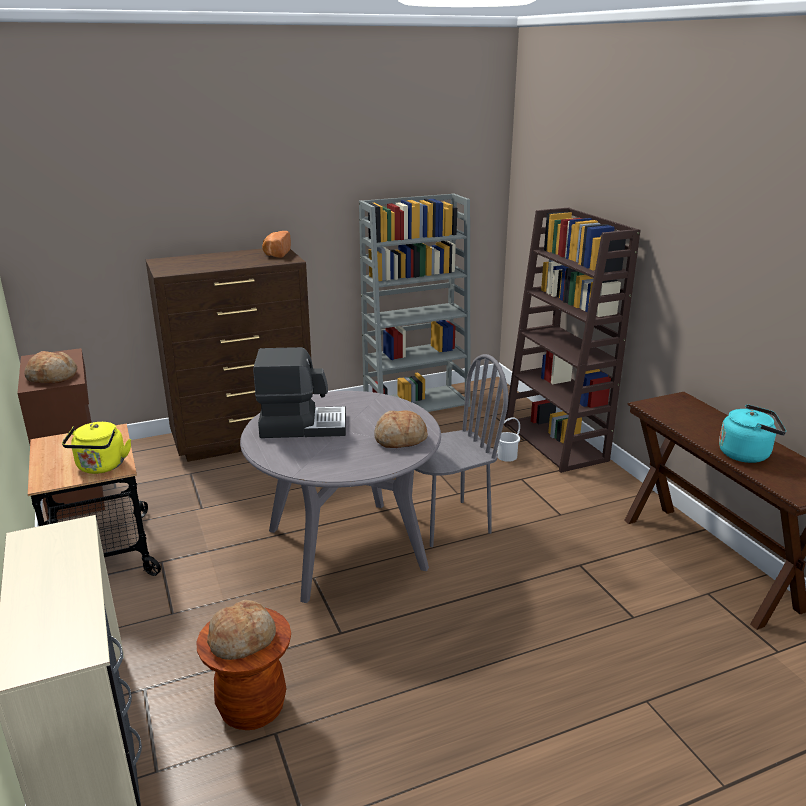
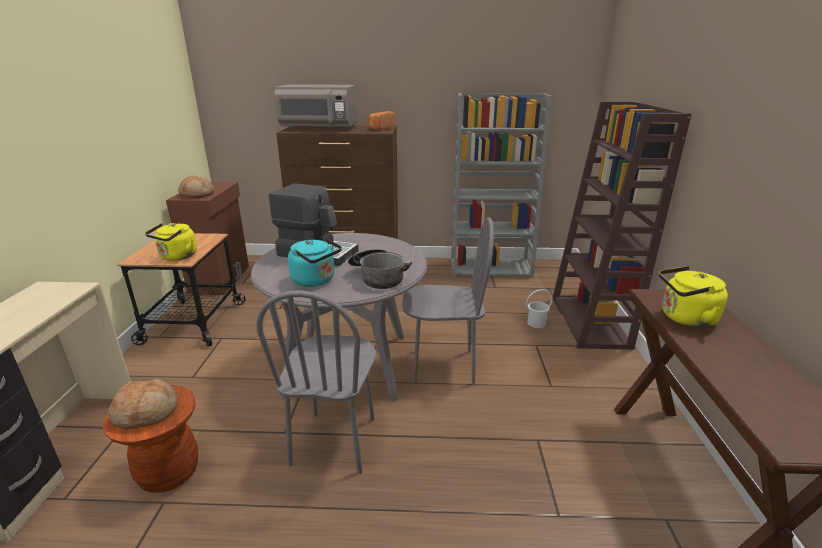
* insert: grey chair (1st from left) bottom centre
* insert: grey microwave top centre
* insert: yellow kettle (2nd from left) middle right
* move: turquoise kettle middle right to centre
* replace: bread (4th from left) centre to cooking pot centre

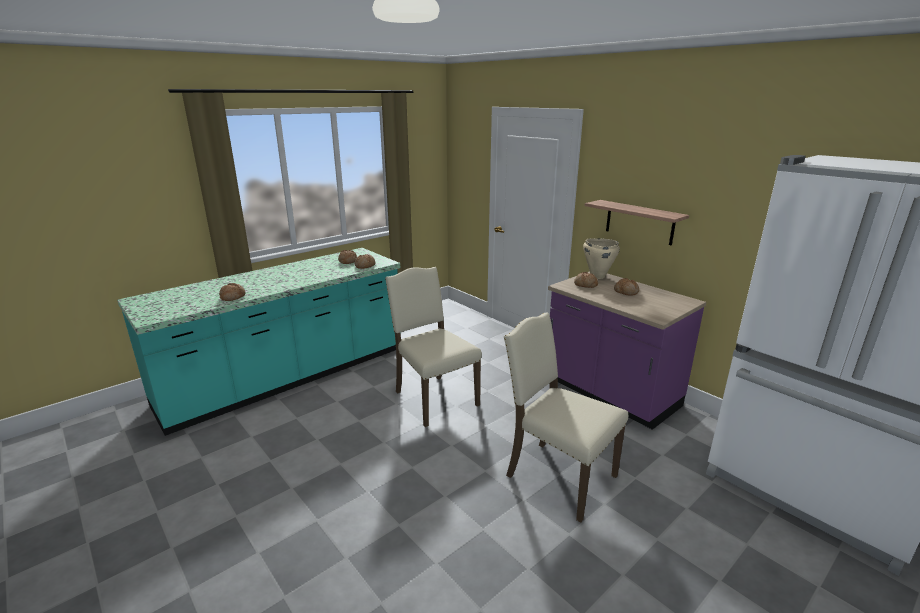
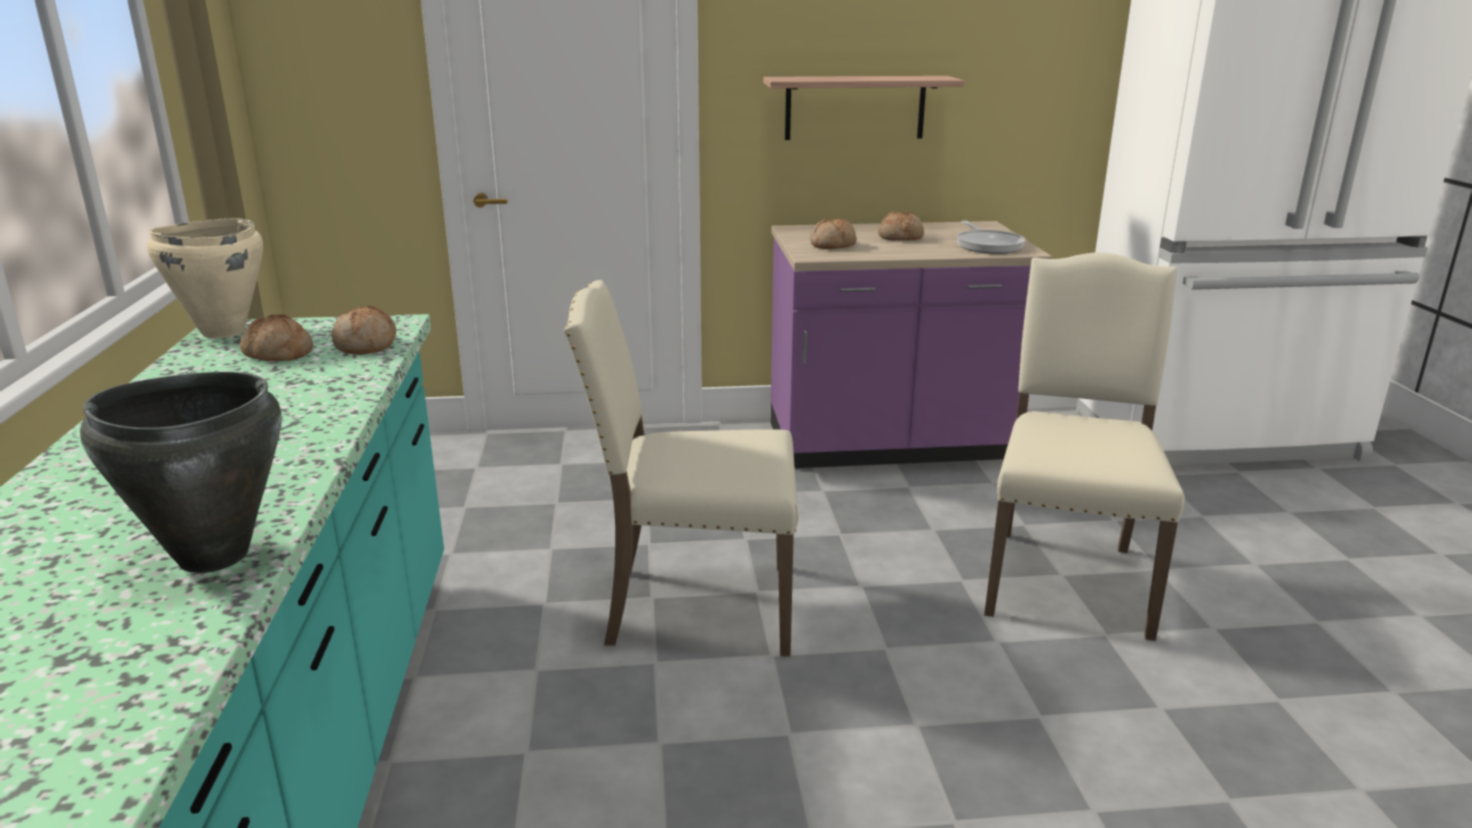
* insert: frying pan top right
* move: beige cooking pot centre to middle left
* replace: bread (1st from left) middle left to black cooking pot middle left
* rotate: beige chair (2nd from left) bottom centre = middle right 120 degrees clockwise

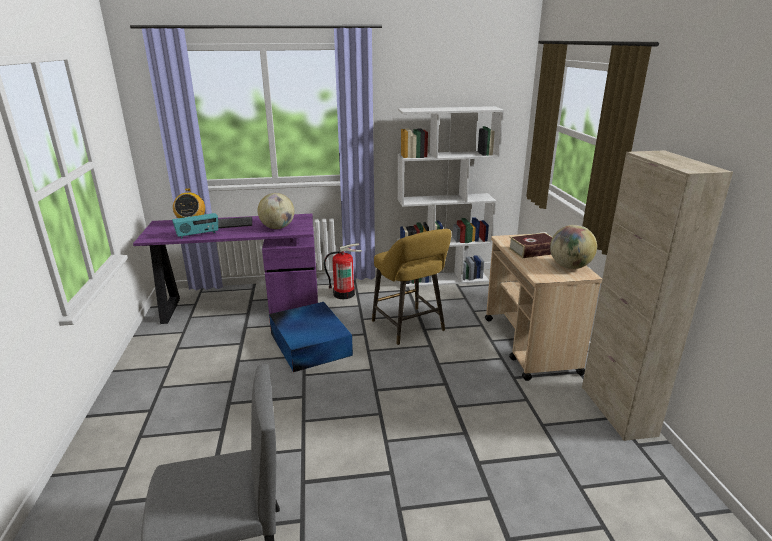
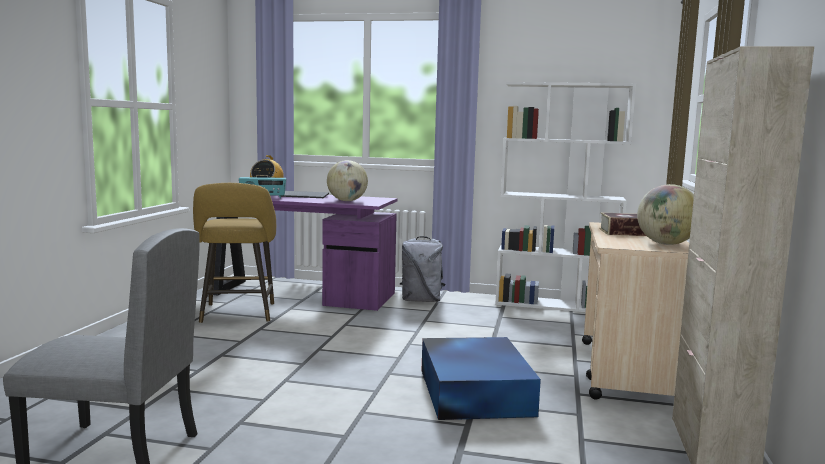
* move: blue storage box centre to bottom centre
* move: yellow stool centre to middle left
* replace: fire extinguisher centre to grey backpack centre

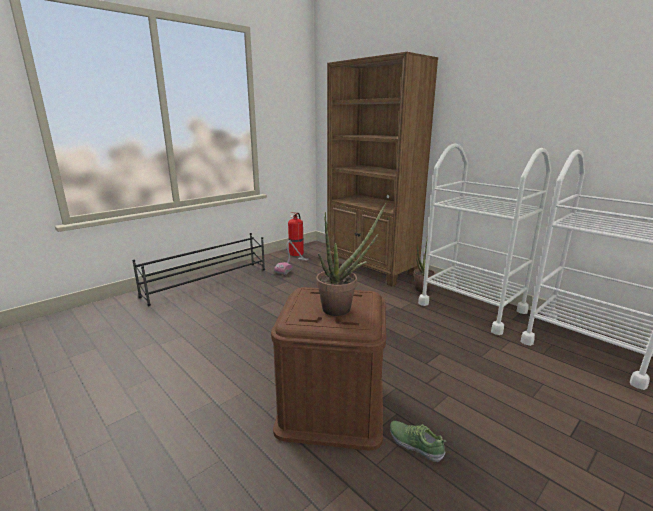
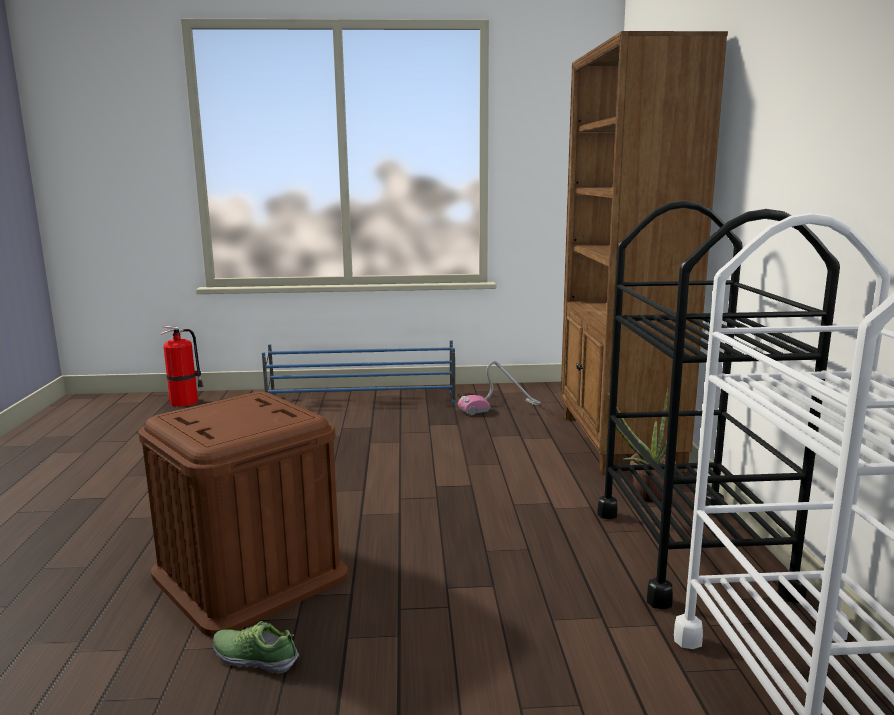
* delete: potted plant (1st from left) centre
* move: fire extinguisher centre to middle left
* recolor: black shoe rack middle left to blue shoe rack centre
* recolor: white cart (1st from left) middle right to black cart middle right
* rotate: shoe bottom centre = bottom left 60 degrees counterclockwise

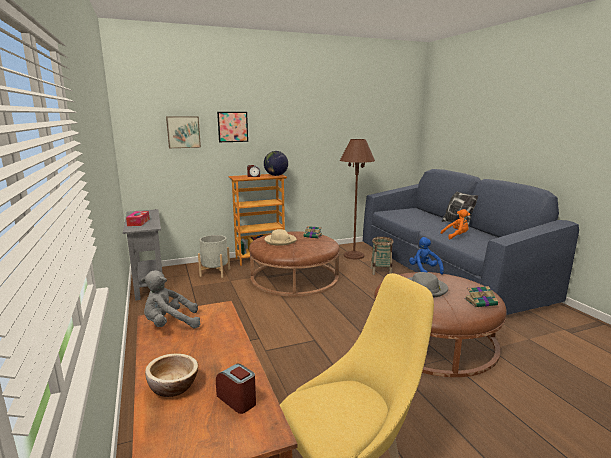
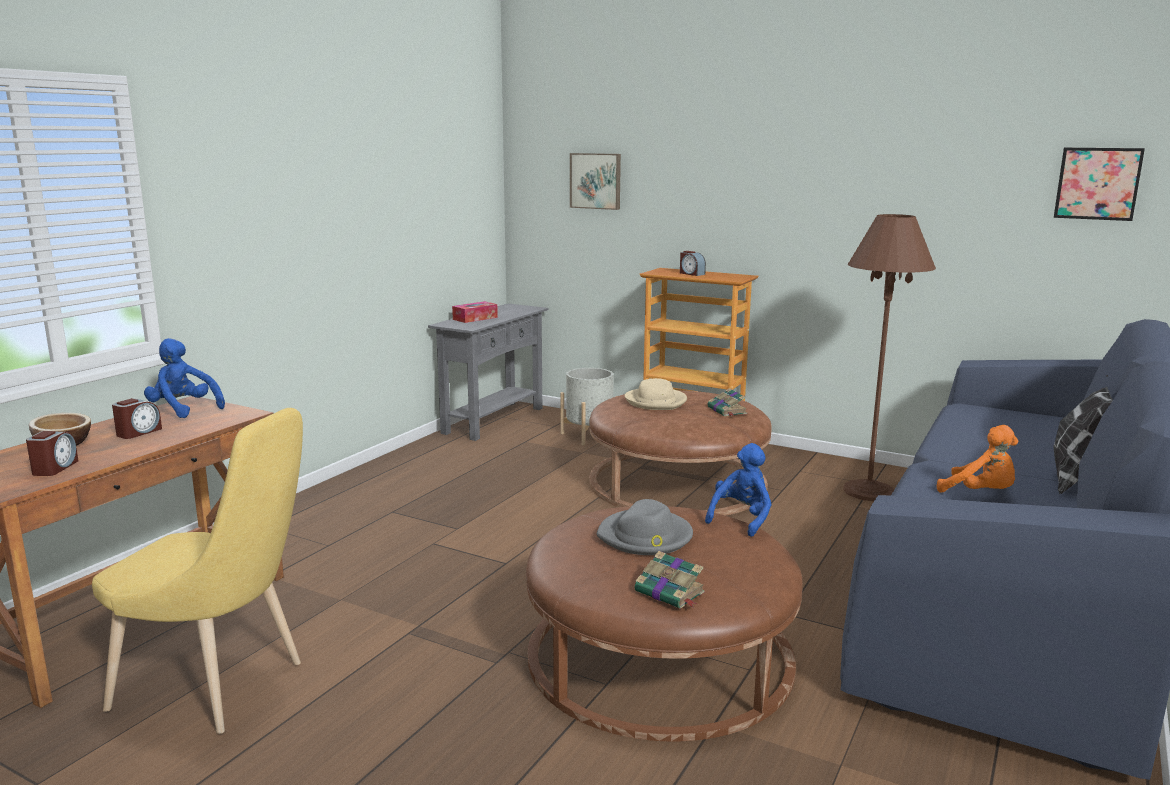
* delete: globe centre
* delete: basket centre
* insert: alarm clock (2nd from left) middle left
* move: picture (2nd from left) top centre to top right
* recolor: grey plush toy middle left to blue plush toy (1st from left) middle left

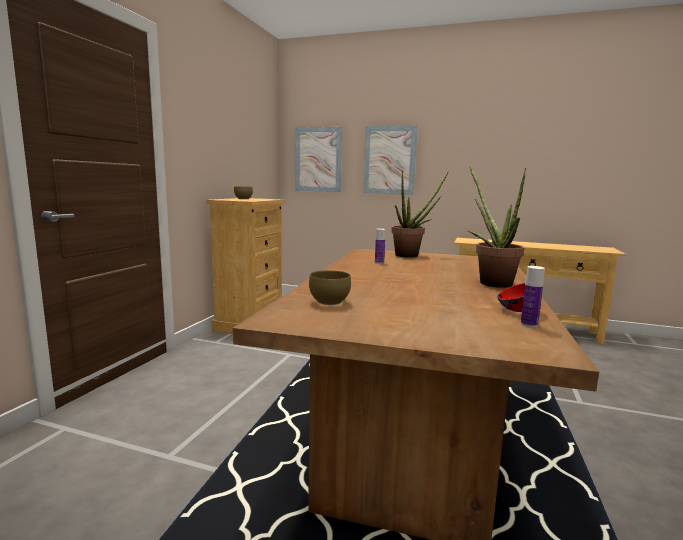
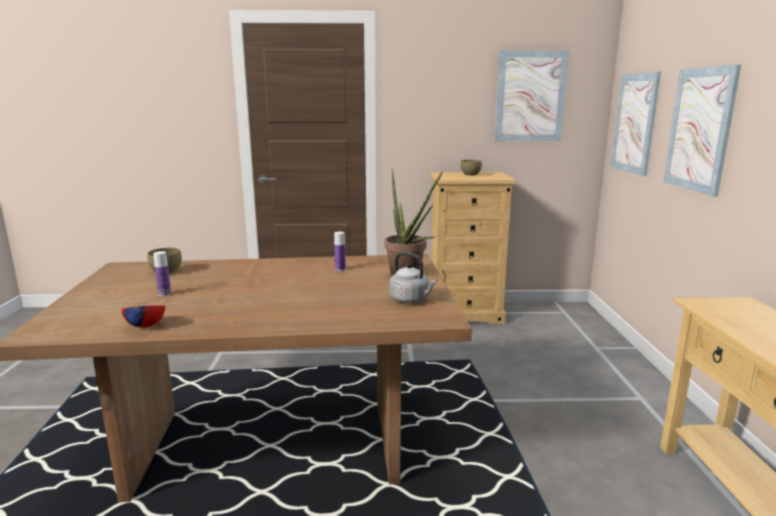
* delete: potted plant (2nd from left) middle right
* insert: grey kettle centre
* insert: picture (1st from left) top right
* move: bottle (2nd from left in the first image) middle right to bottle (1st from left) middle left

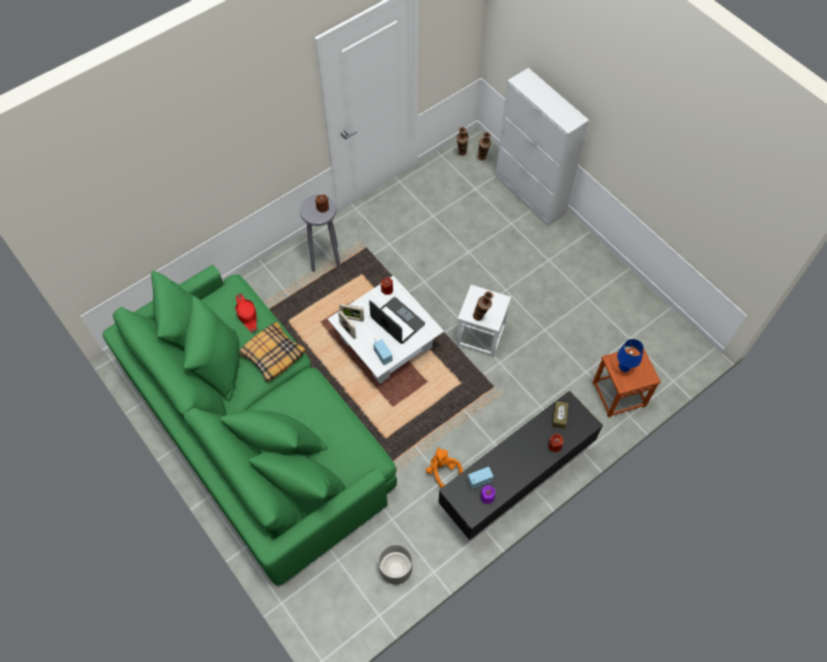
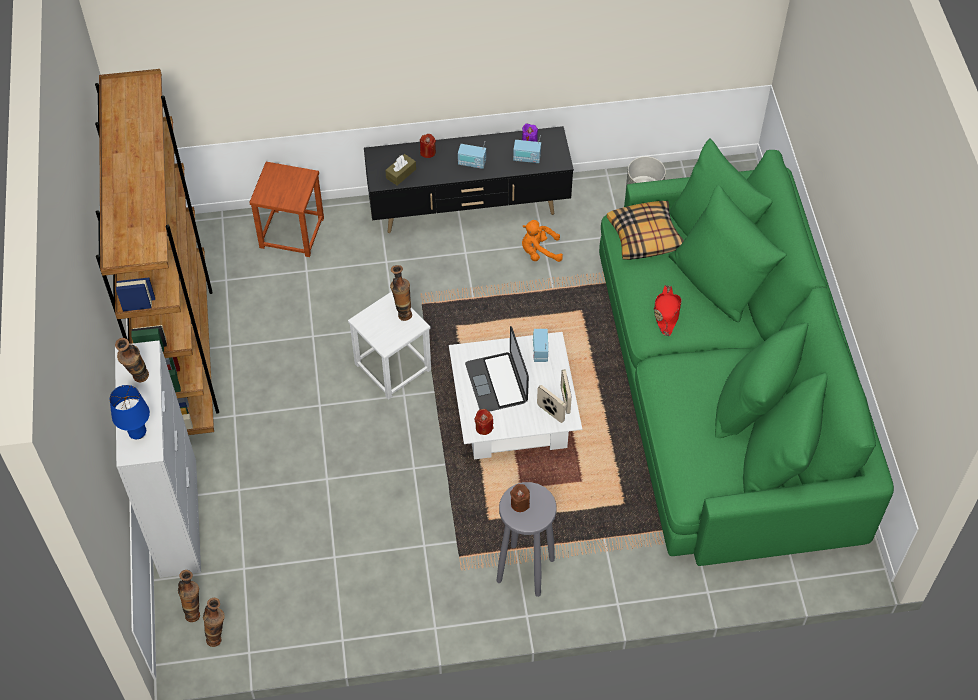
* insert: brown bookcase middle left
* insert: vase (1st from left) middle left
* insert: radio (1st from left) top centre
* move: red hat middle left to middle right
* move: pillow middle left to top centre
* move: blue table lamp middle right to middle left
* rotate: orange plush toy bottom centre = centre 90 degrees clockwise

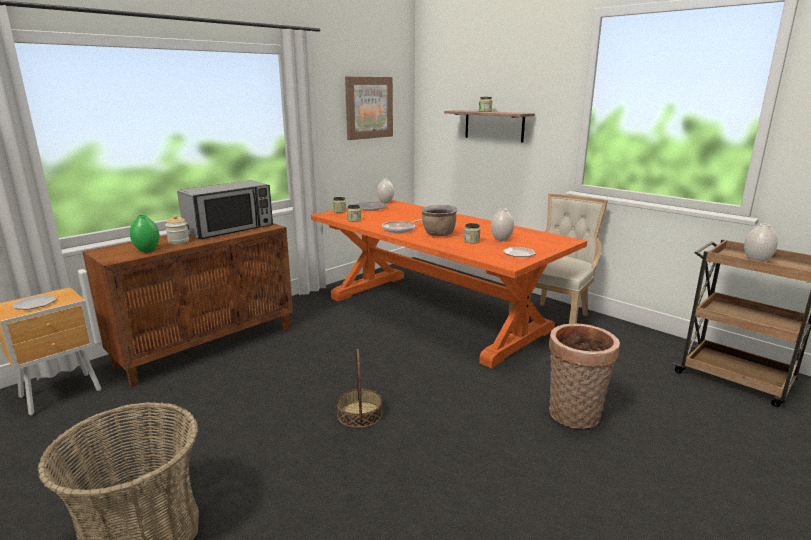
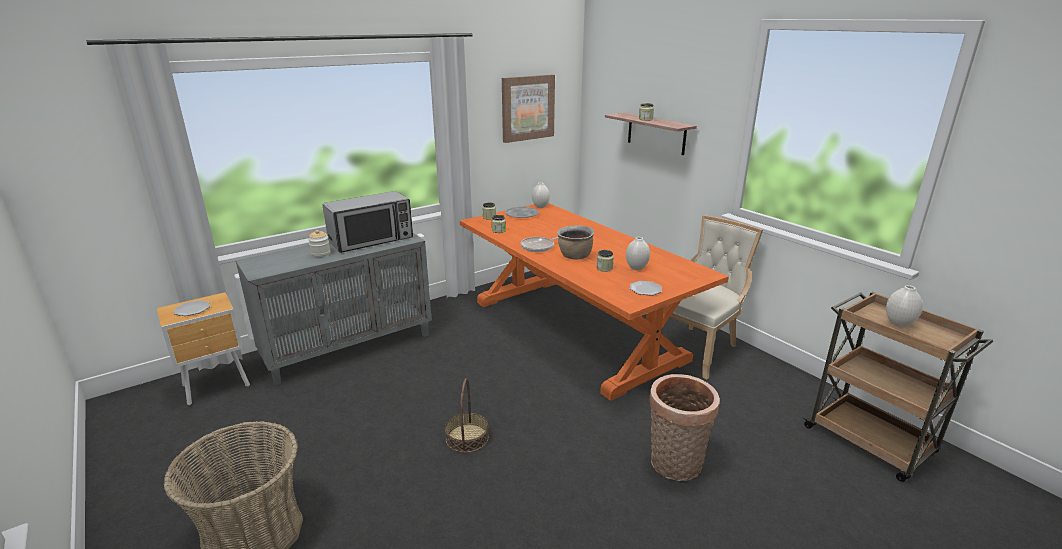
* delete: green vase middle left
* recolor: brown cabinet middle left to grey cabinet middle left

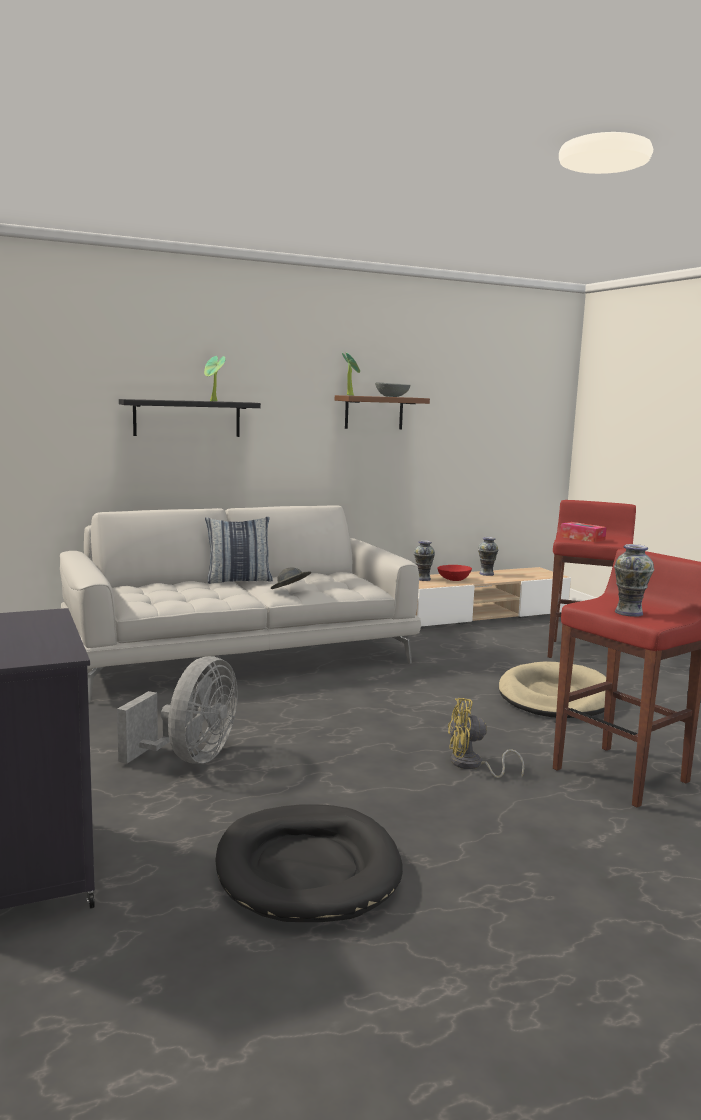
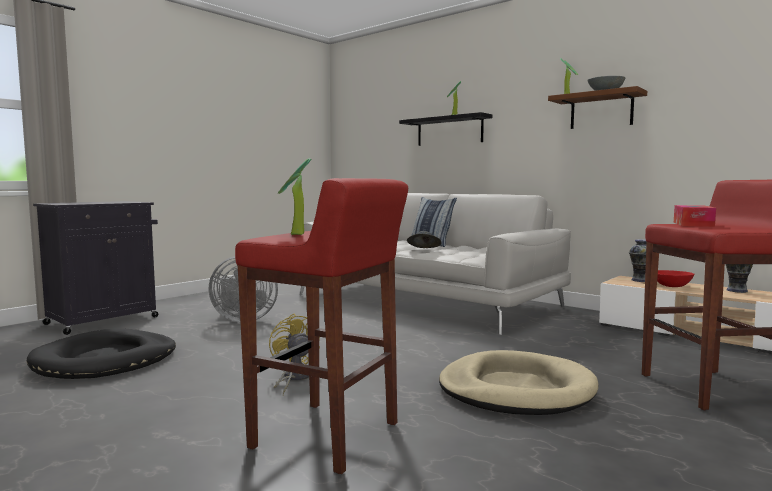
* replace: vase (3rd from left) middle right to potted plant (1st from left) centre

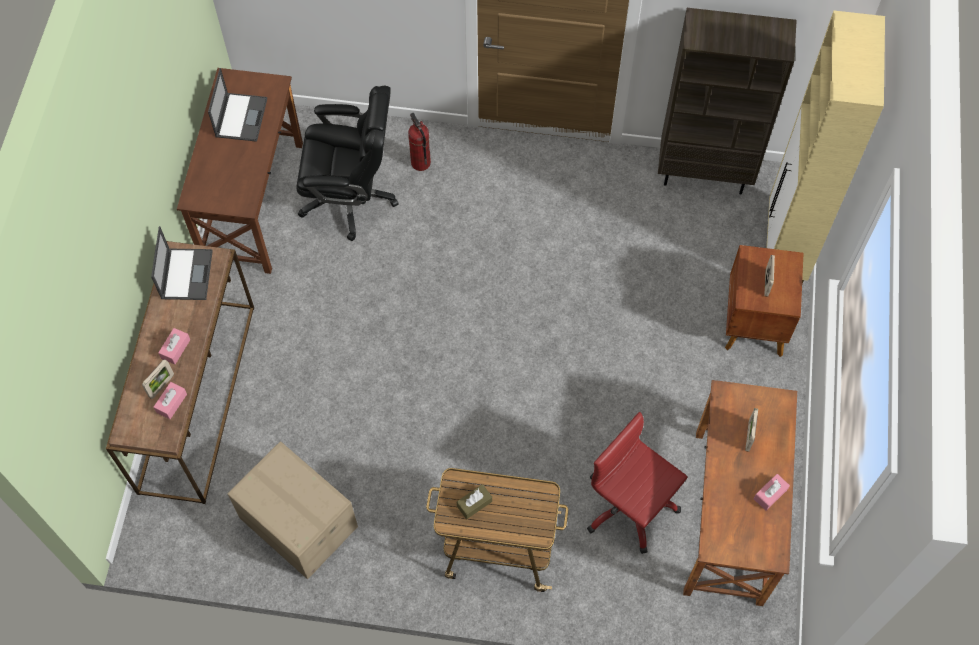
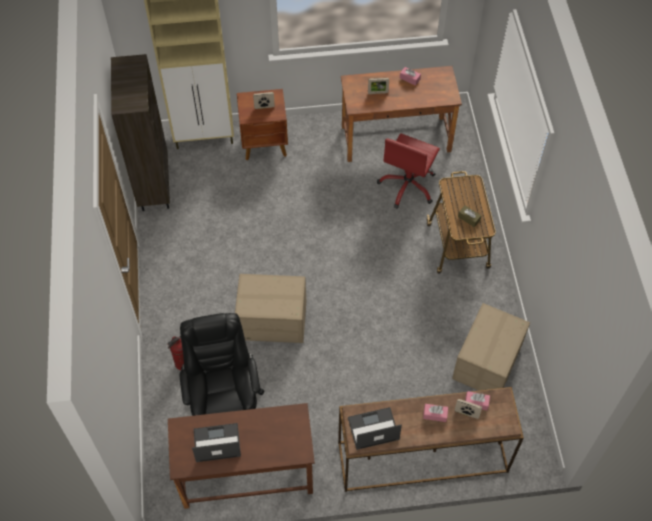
* insert: cardboard box (1st from left) centre

